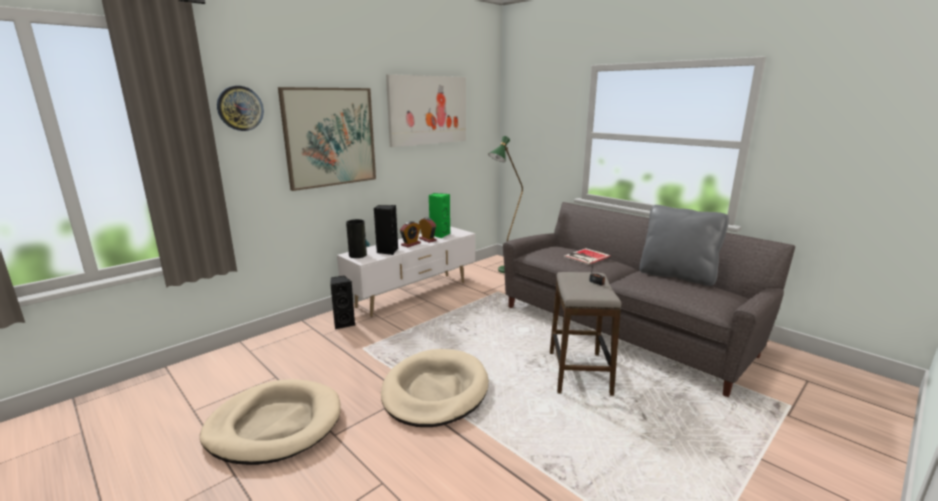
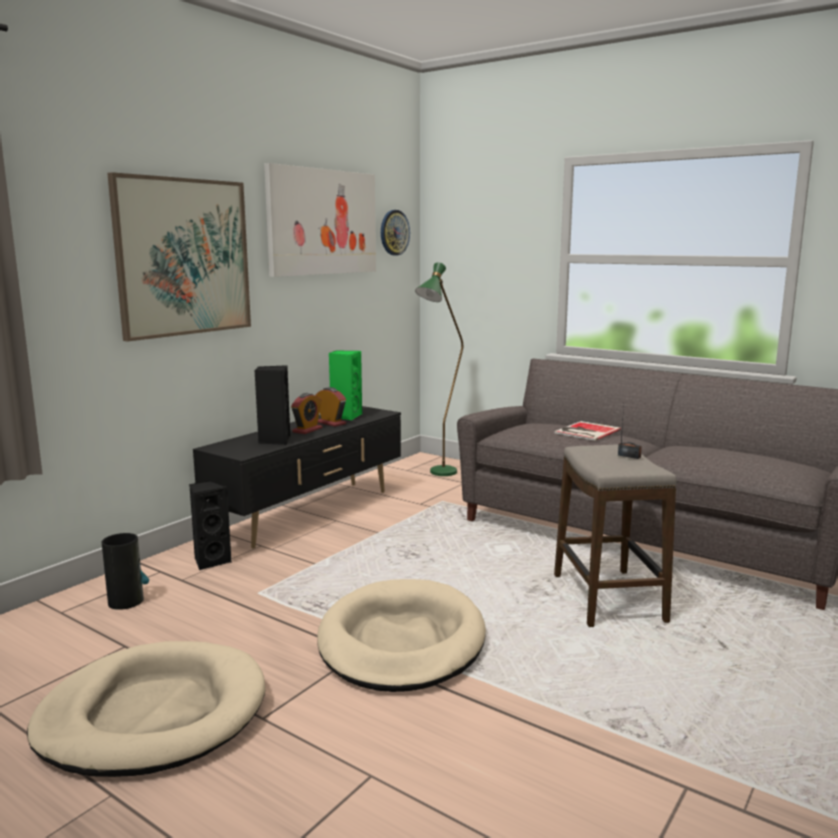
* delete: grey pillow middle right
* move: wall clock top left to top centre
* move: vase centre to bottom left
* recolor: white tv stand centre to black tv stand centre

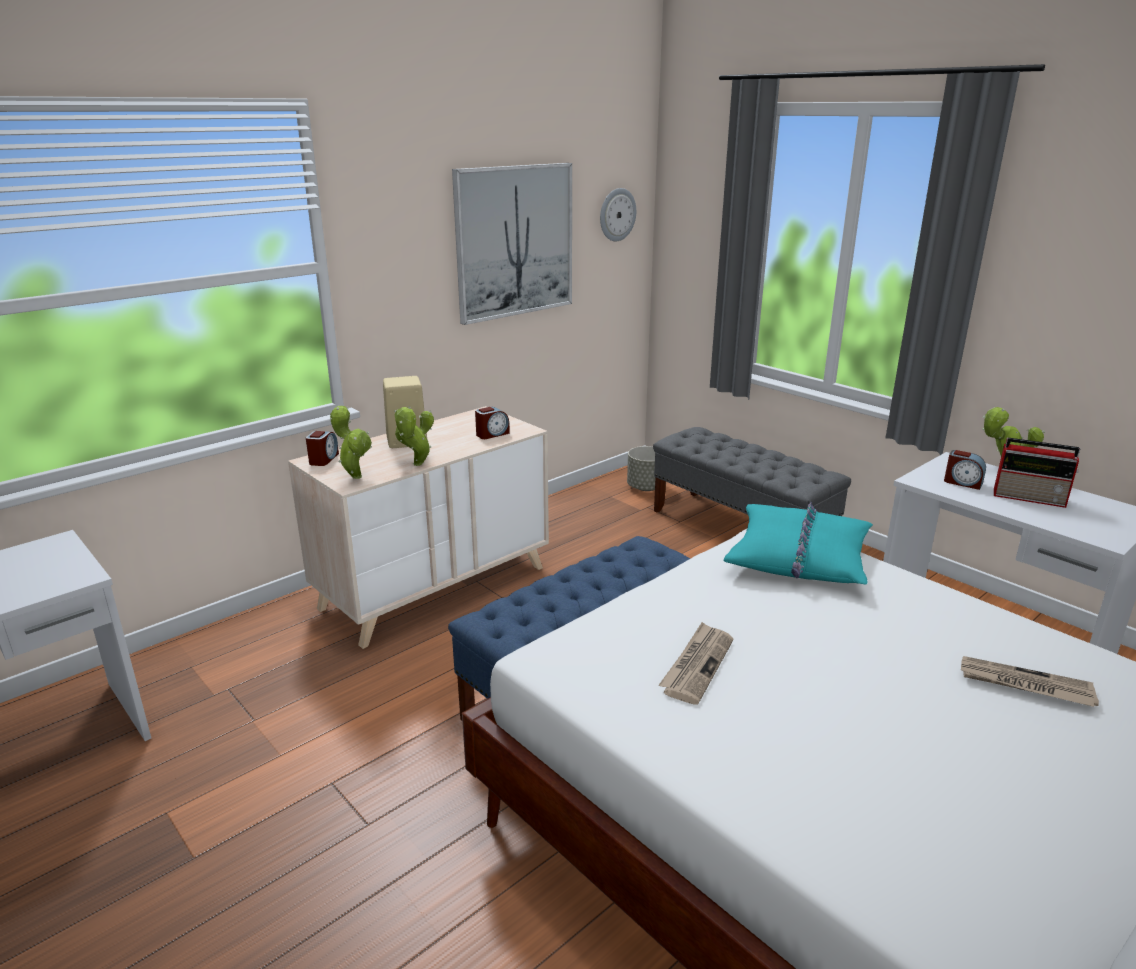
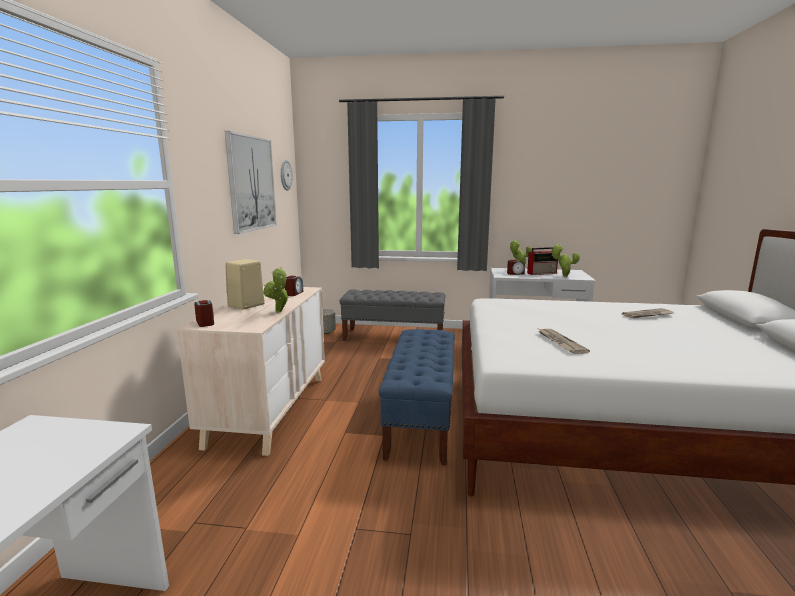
* delete: turquoise pillow middle right
* move: potted plant (1st from left in the first image) middle left to potted plant (3rd from left) middle right

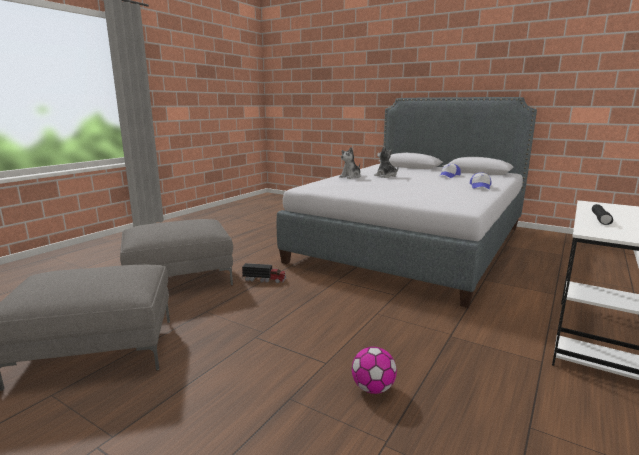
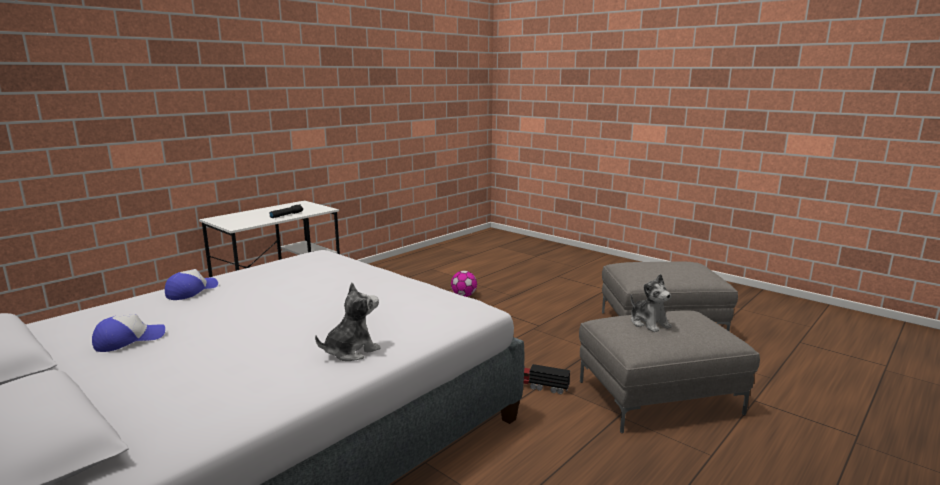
* move: plush toy (2nd from left) centre to middle right

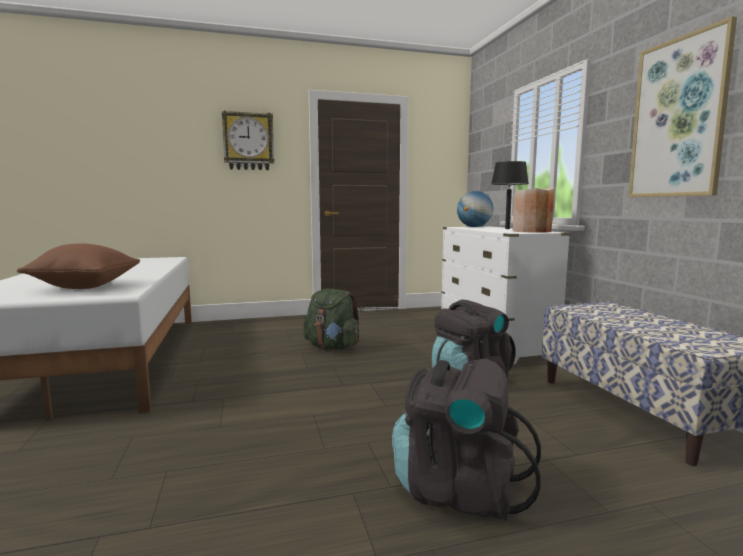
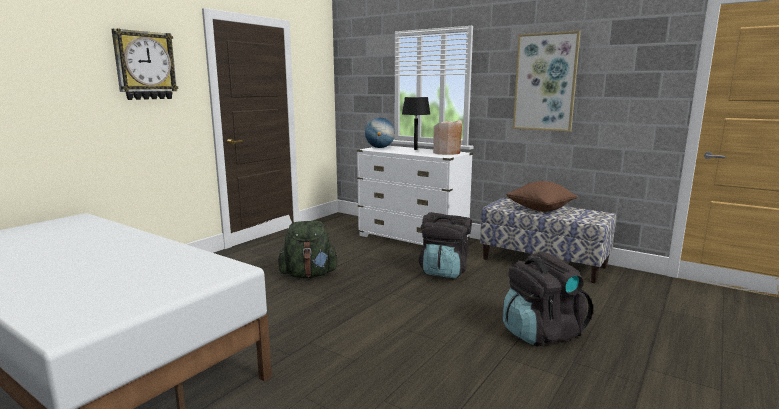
* move: brown pillow middle left to middle right

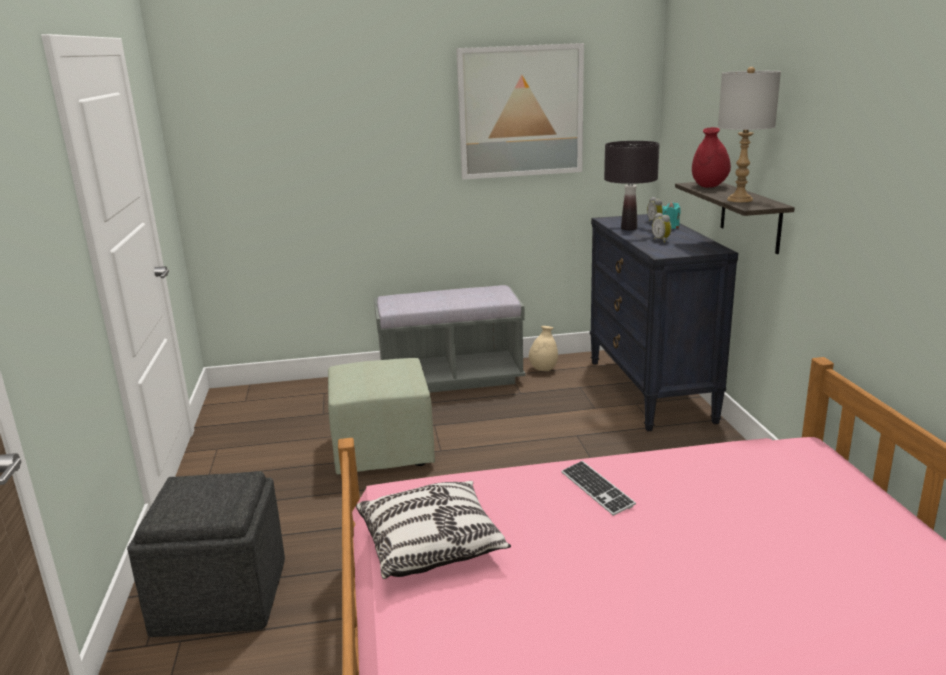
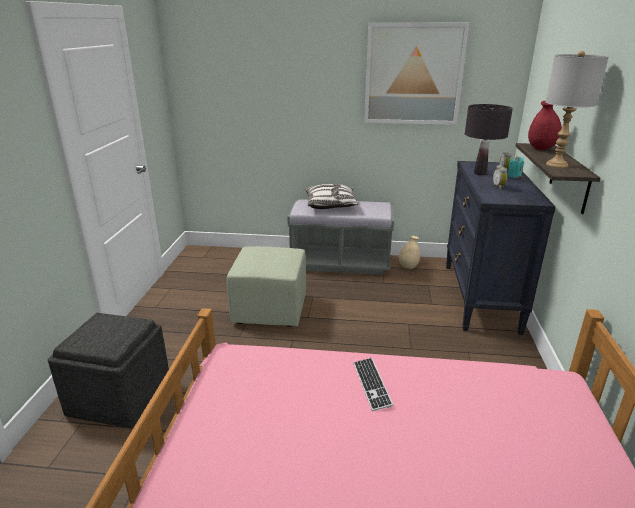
* move: pillow bottom centre to centre

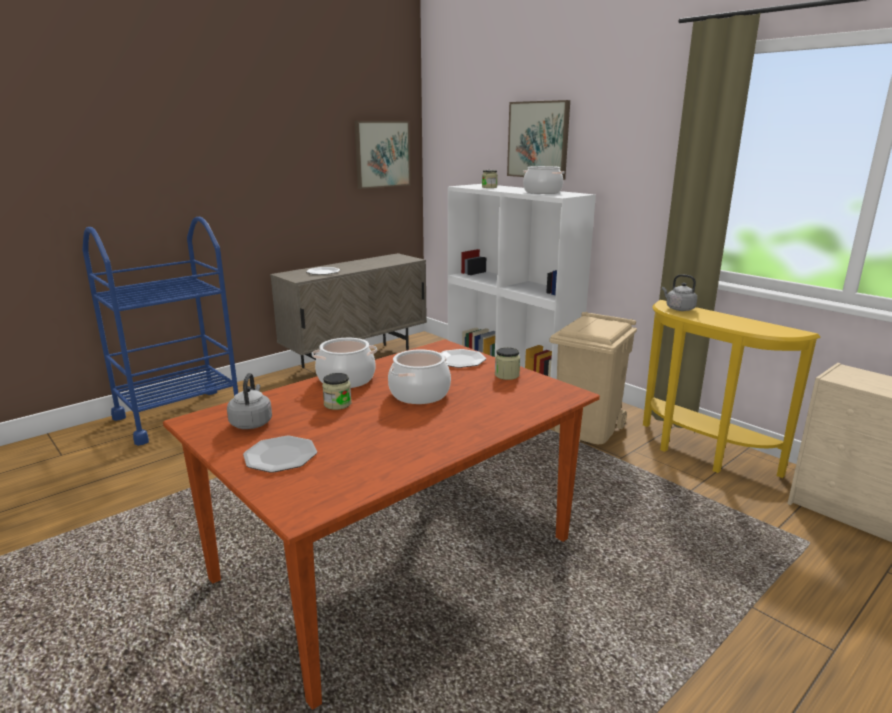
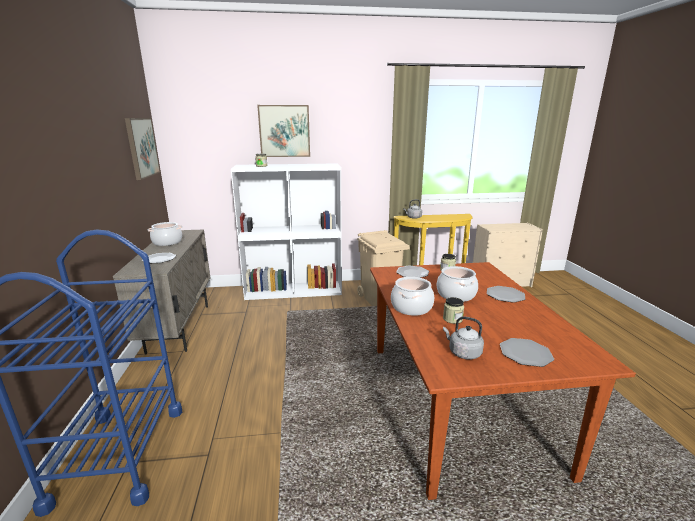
* insert: plate (3rd from left) middle right
* move: cooking pot (3rd from left in the first image) top centre to cooking pot (1st from left) middle left

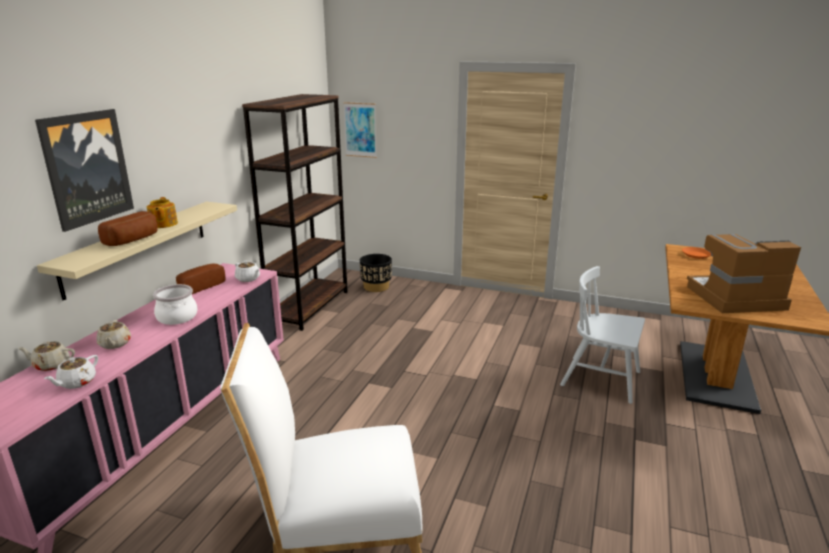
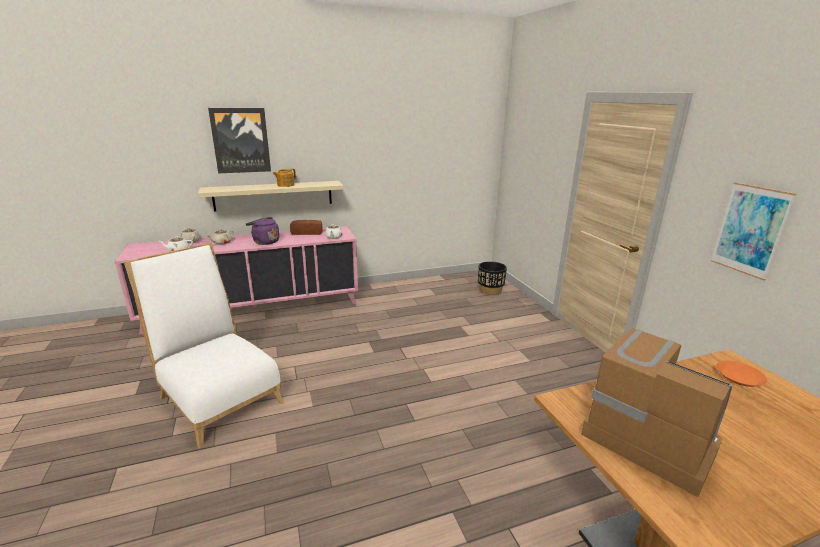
* delete: bread (1st from left) middle left
* delete: brown bookcase centre
* delete: white chair (2nd from left) middle right
* move: picture (2nd from left) top centre to middle right
* replace: cooking pot middle left to purple kettle middle left

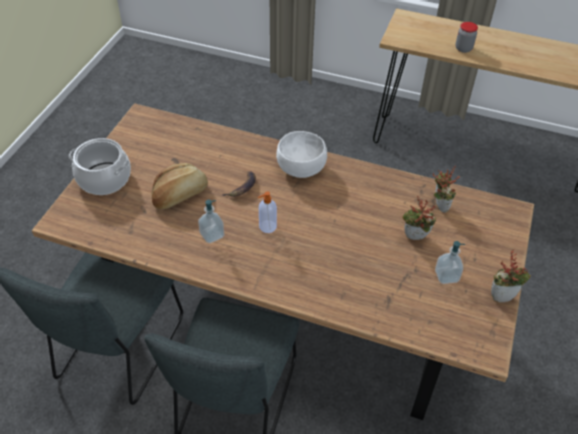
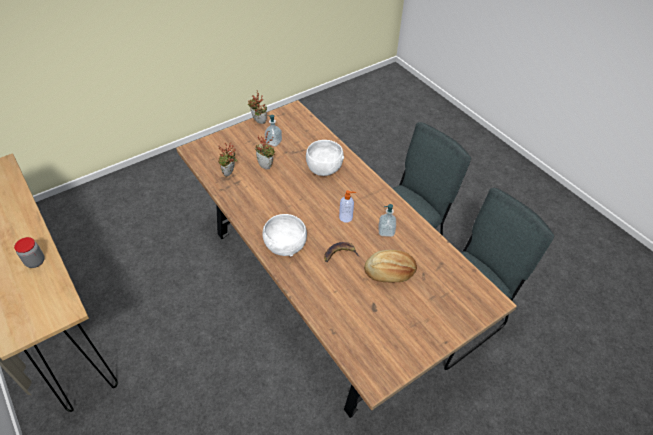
* delete: cooking pot middle left
* insert: white bowl (2nd from left) centre

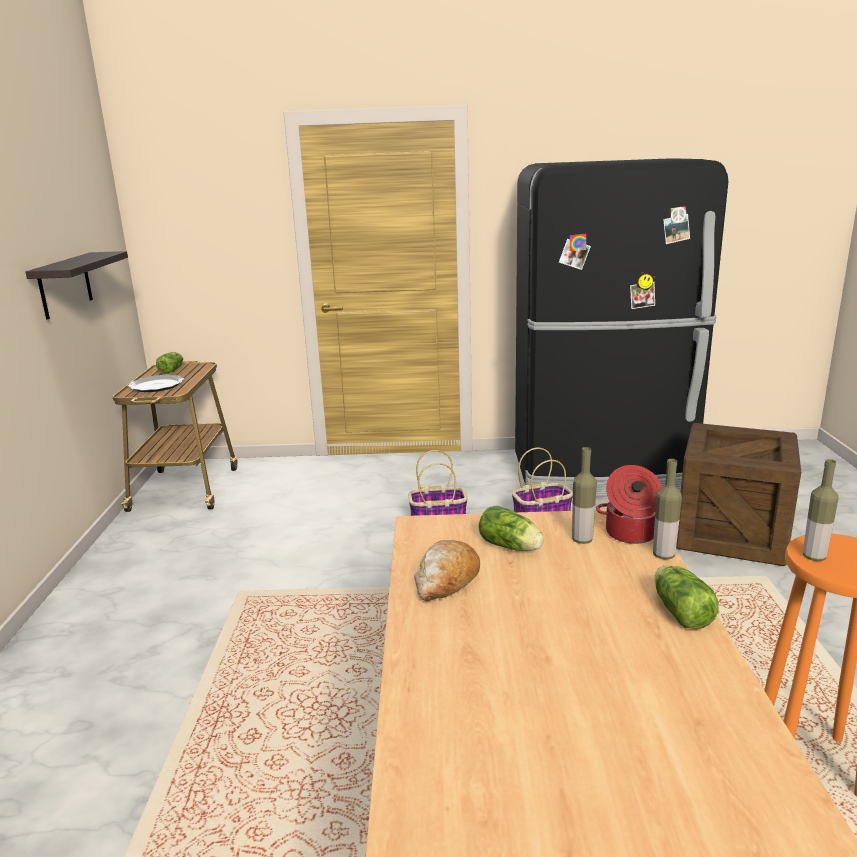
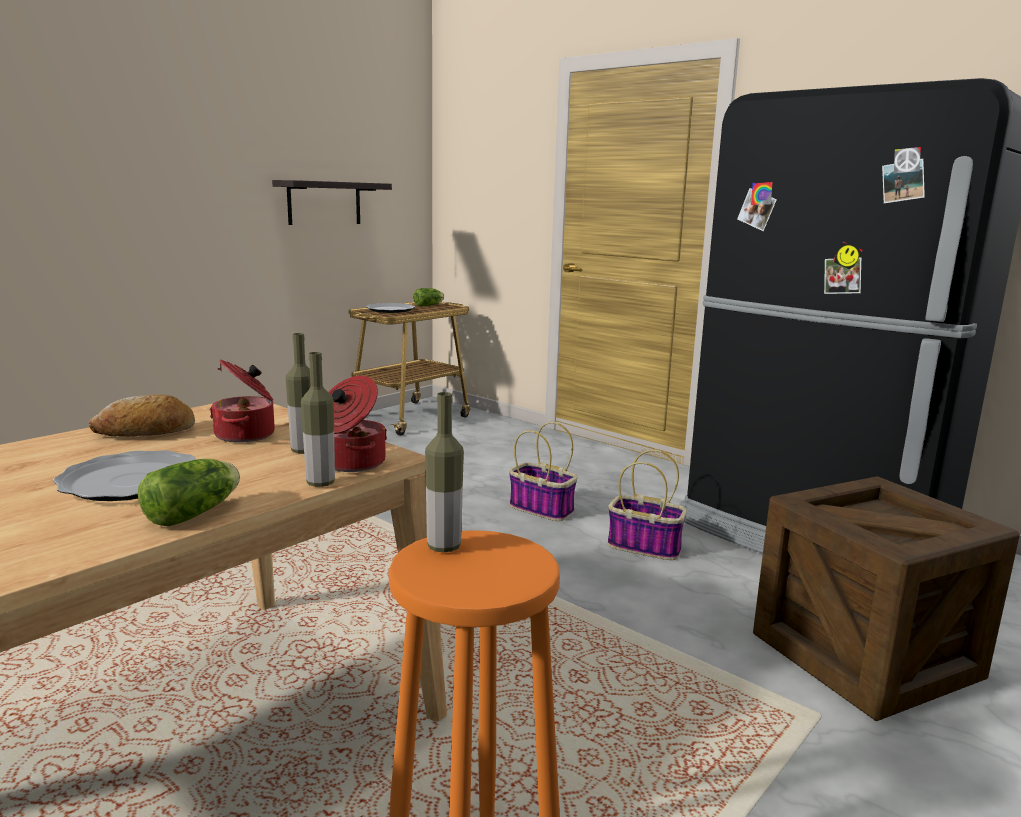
* insert: plate (1st from left) middle left
* replace: lettuce (2nd from left) centre to cooking pot (1st from left) middle left

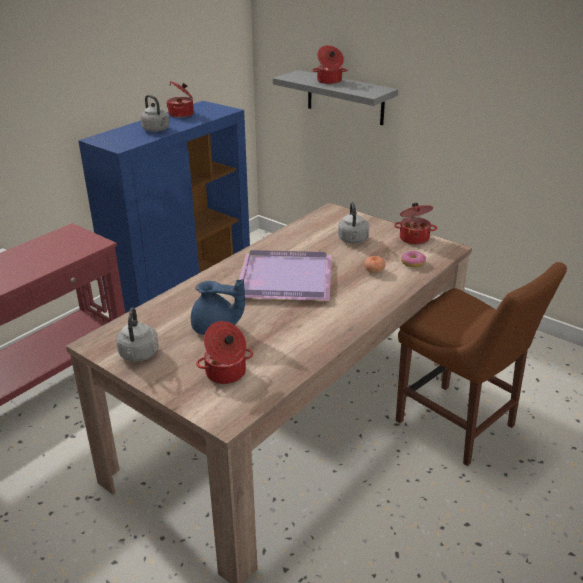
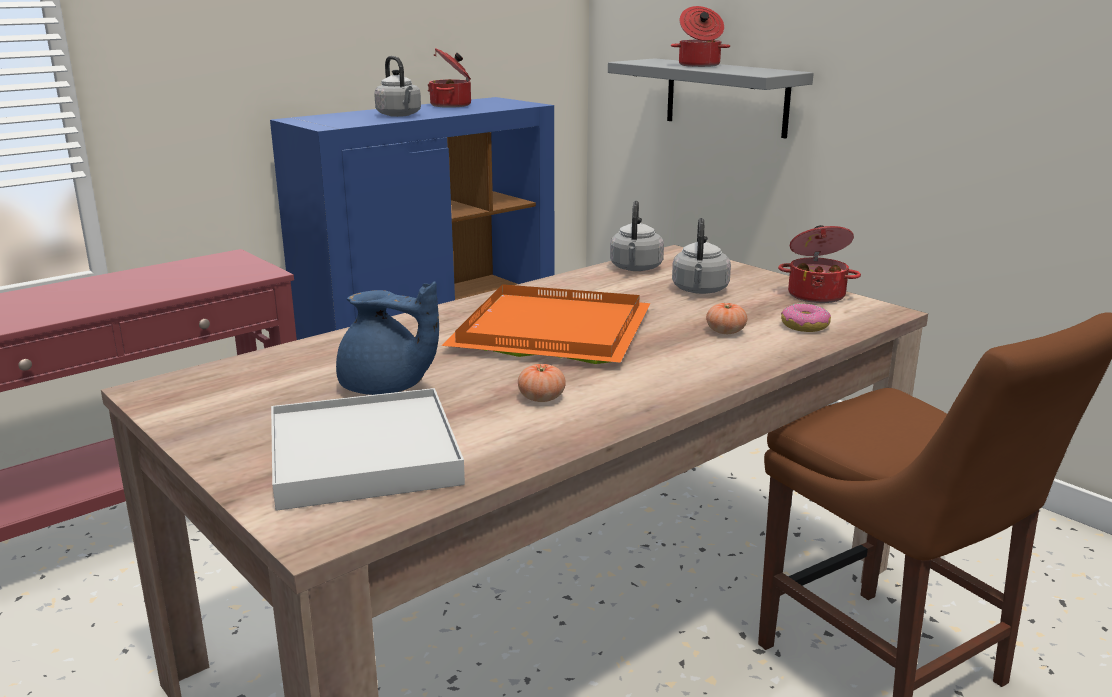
* insert: tomato (1st from left) centre
* move: grey kettle (1st from left in the first image) middle left to grey kettle (2nd from left) centre
* replace: cooking pot (2nd from left) centre to white tray middle left
* recolor: purple tray centre to orange tray centre

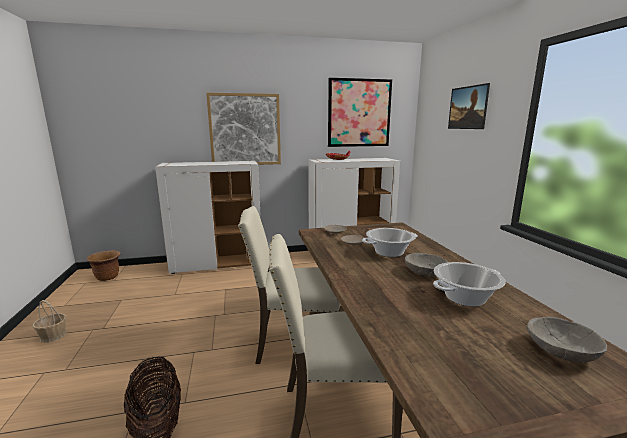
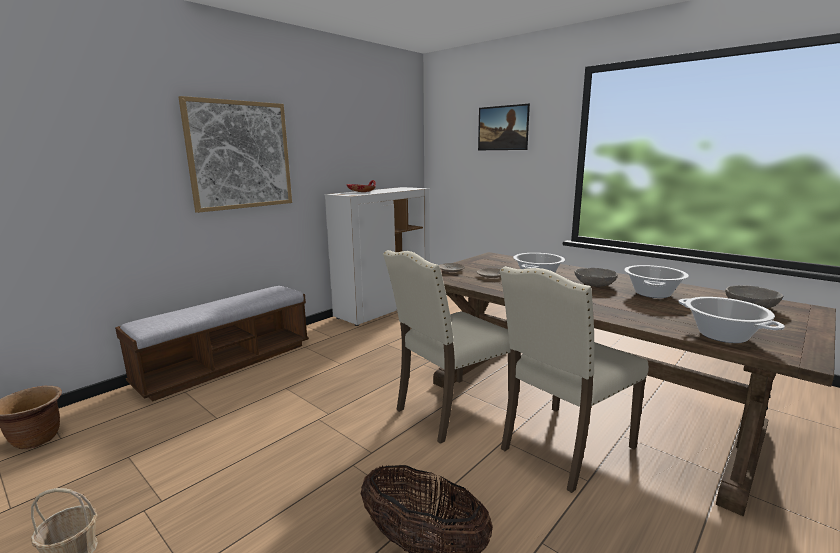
* delete: picture (2nd from left) top centre
* insert: cooking pot (3rd from left) middle right
* replace: white cabinet (1st from left) middle left to bench middle left

